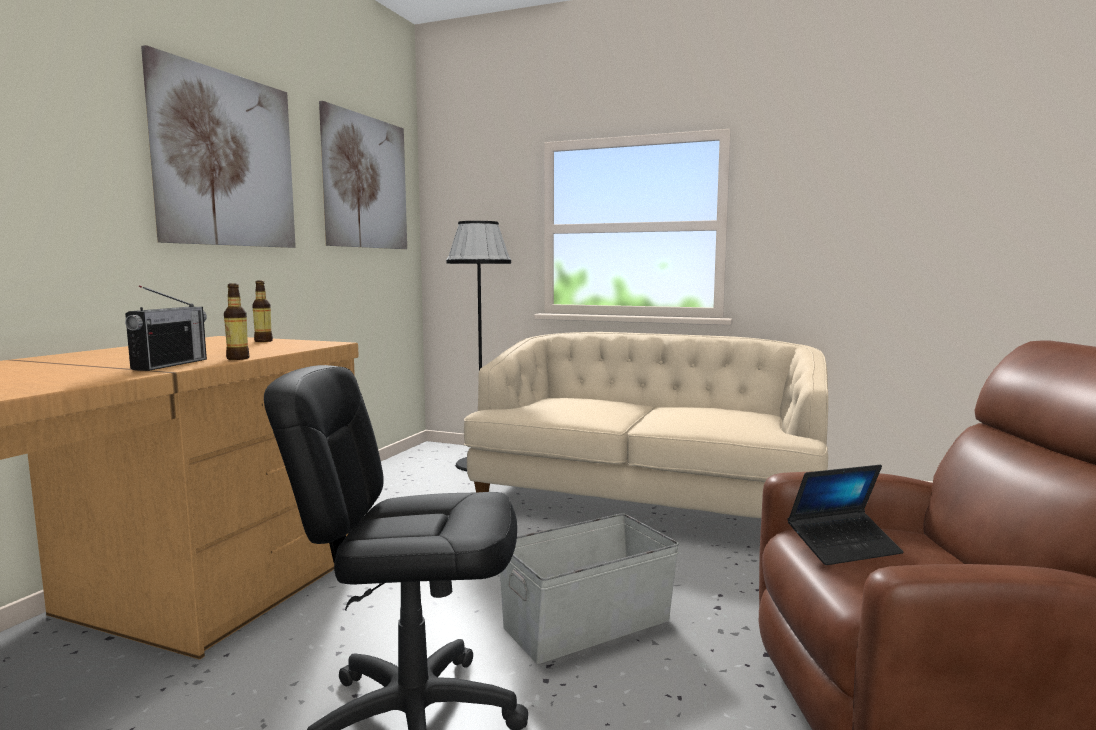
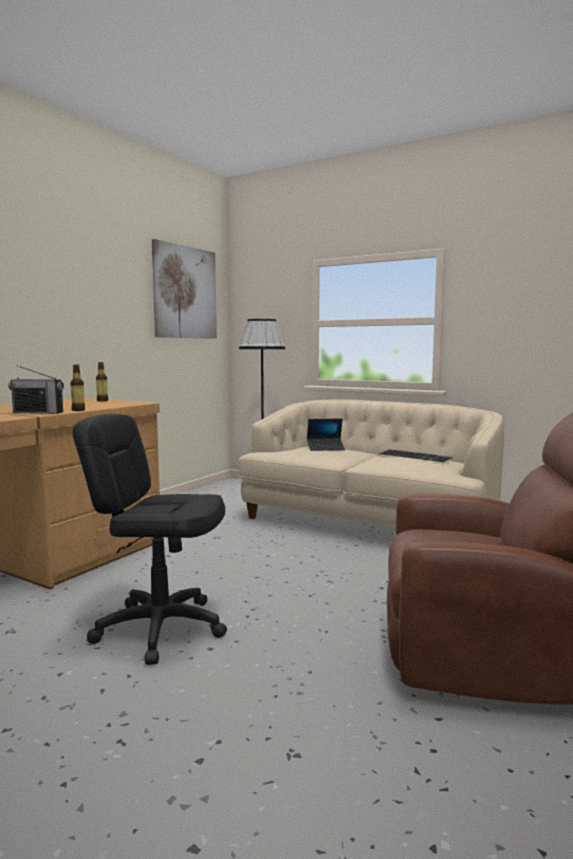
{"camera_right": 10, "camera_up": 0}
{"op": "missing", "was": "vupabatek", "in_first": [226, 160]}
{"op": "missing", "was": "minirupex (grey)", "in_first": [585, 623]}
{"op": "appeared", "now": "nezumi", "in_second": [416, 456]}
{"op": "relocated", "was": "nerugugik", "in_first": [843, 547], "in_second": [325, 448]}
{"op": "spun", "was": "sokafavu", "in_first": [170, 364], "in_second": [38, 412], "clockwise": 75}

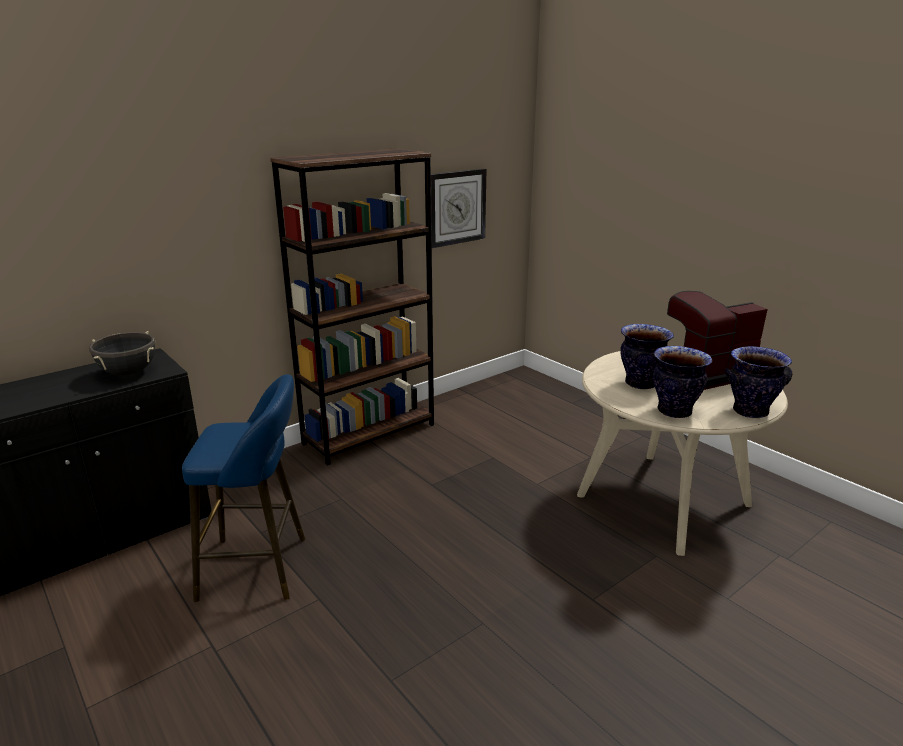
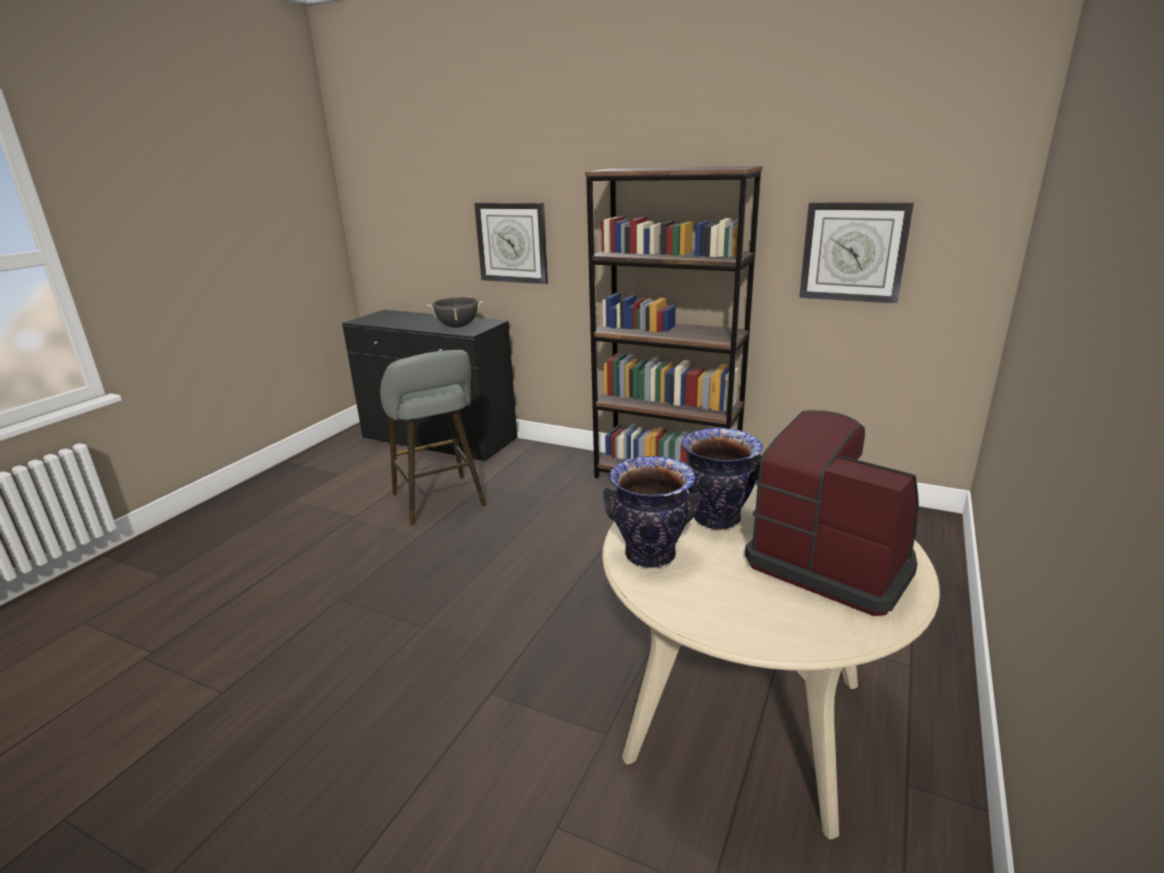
{"camera_right": 65, "camera_up": 0}
{"op": "missing", "was": "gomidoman", "in_first": [750, 411]}
{"op": "appeared", "now": "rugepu", "in_second": [512, 242]}
{"op": "colour", "was": "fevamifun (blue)", "now": "fevamifun (grey)", "in_first": [260, 567], "in_second": [440, 502]}

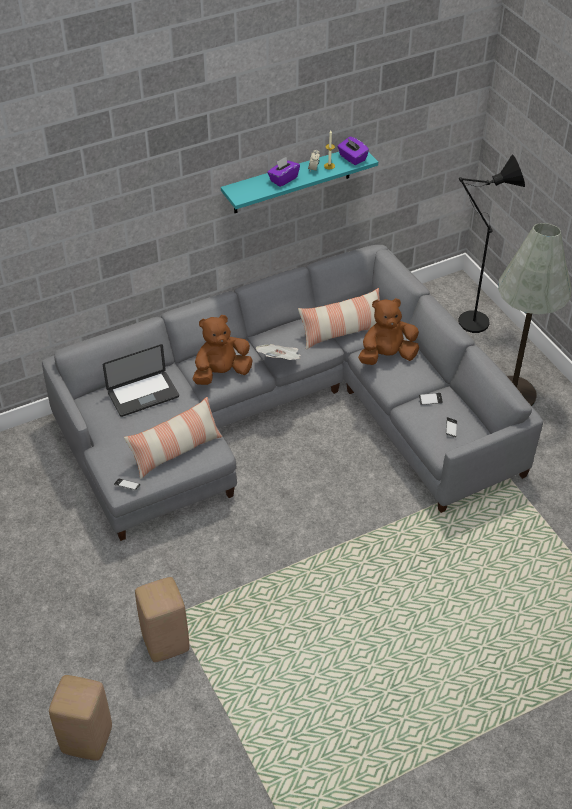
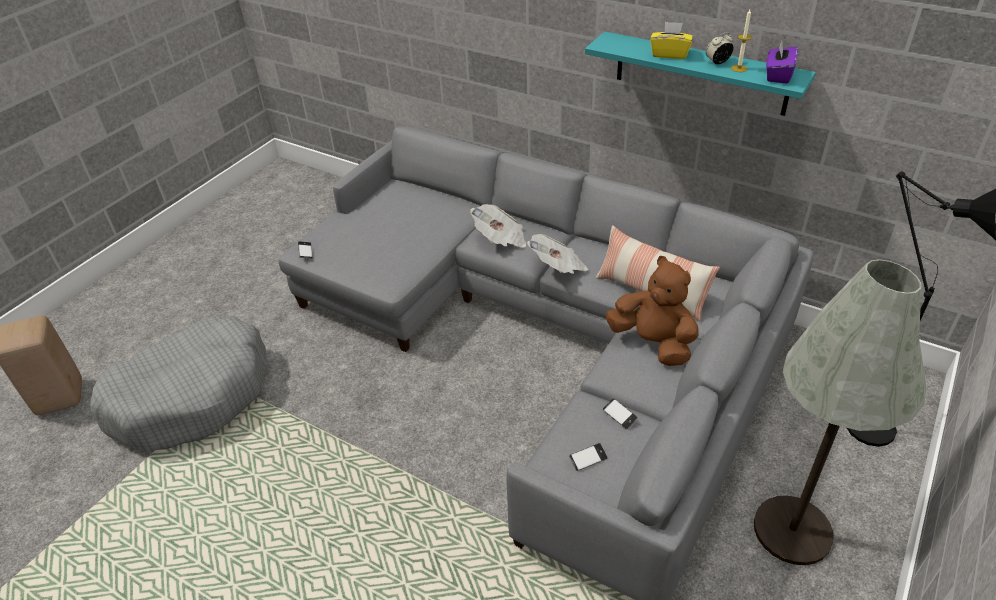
{"camera_right": 60, "camera_up": -5}
{"op": "missing", "was": "nerugugik", "in_first": [143, 395]}
{"op": "missing", "was": "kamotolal", "in_first": [176, 451]}
{"op": "exchanged", "was": "fevamifun (beige)", "now": "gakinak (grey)", "in_first": [167, 643], "in_second": [192, 395]}
{"op": "exchanged", "was": "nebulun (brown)", "now": "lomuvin", "in_first": [221, 373], "in_second": [500, 239]}
{"op": "colour", "was": "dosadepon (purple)", "now": "dosadepon (yellow)", "in_first": [283, 179], "in_second": [669, 54]}

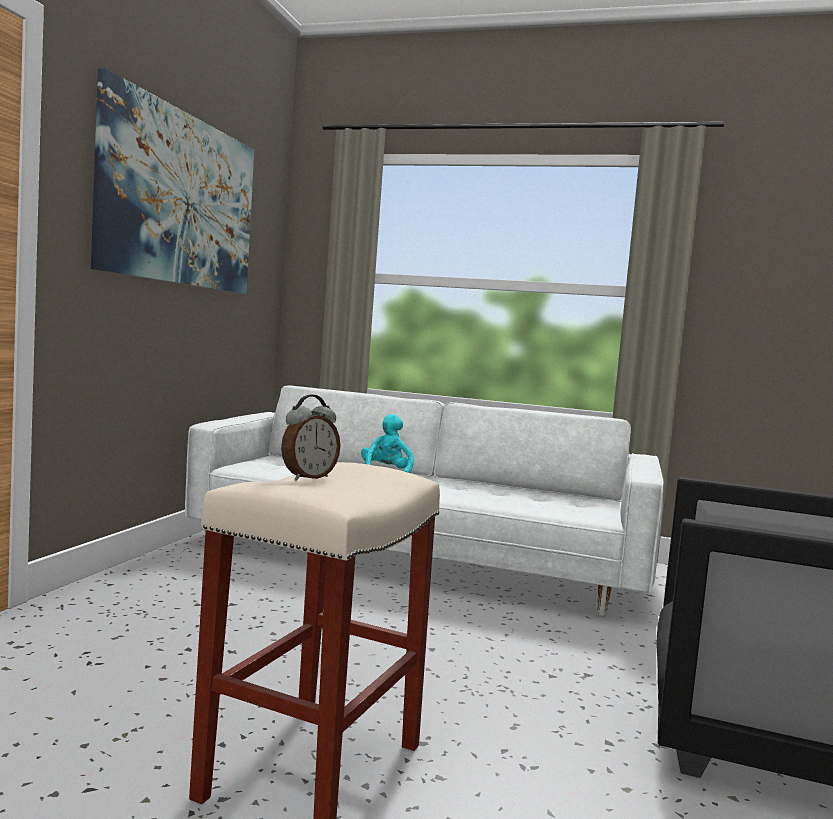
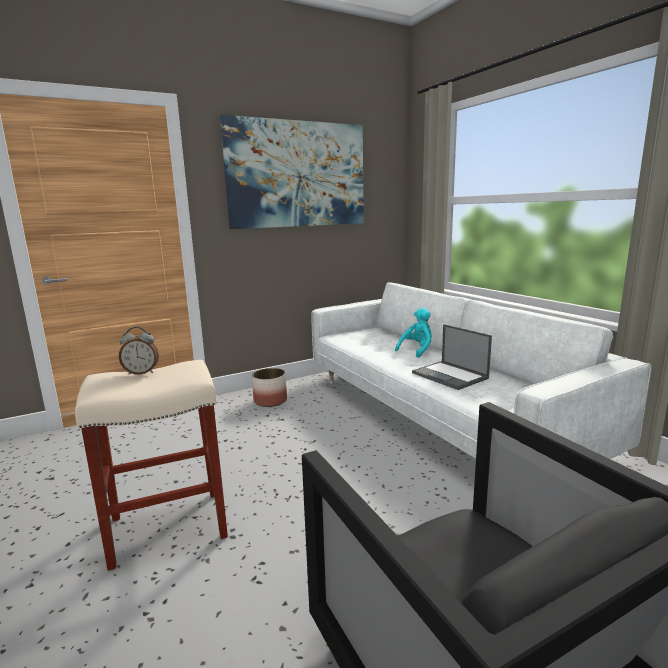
{"camera_right": 45, "camera_up": 10}
{"op": "appeared", "now": "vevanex", "in_second": [270, 401]}
{"op": "appeared", "now": "nerugugik", "in_second": [450, 376]}

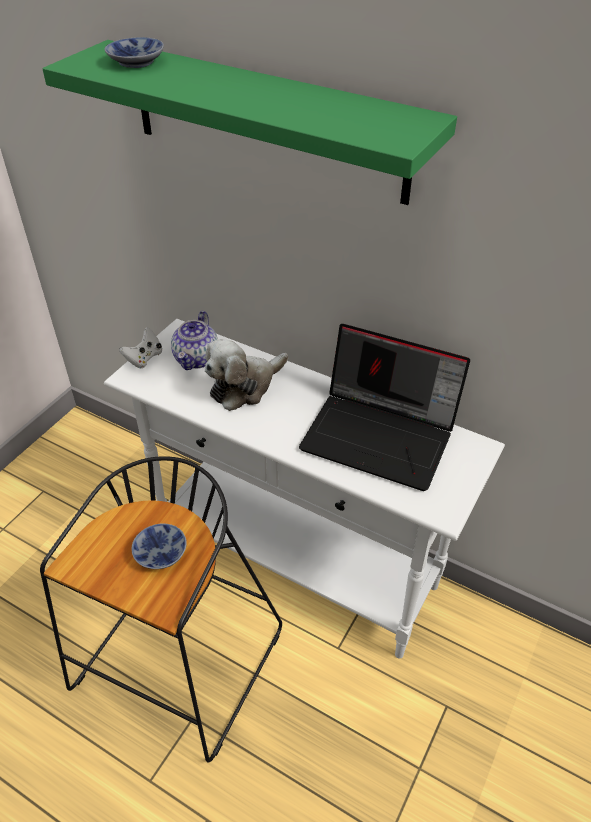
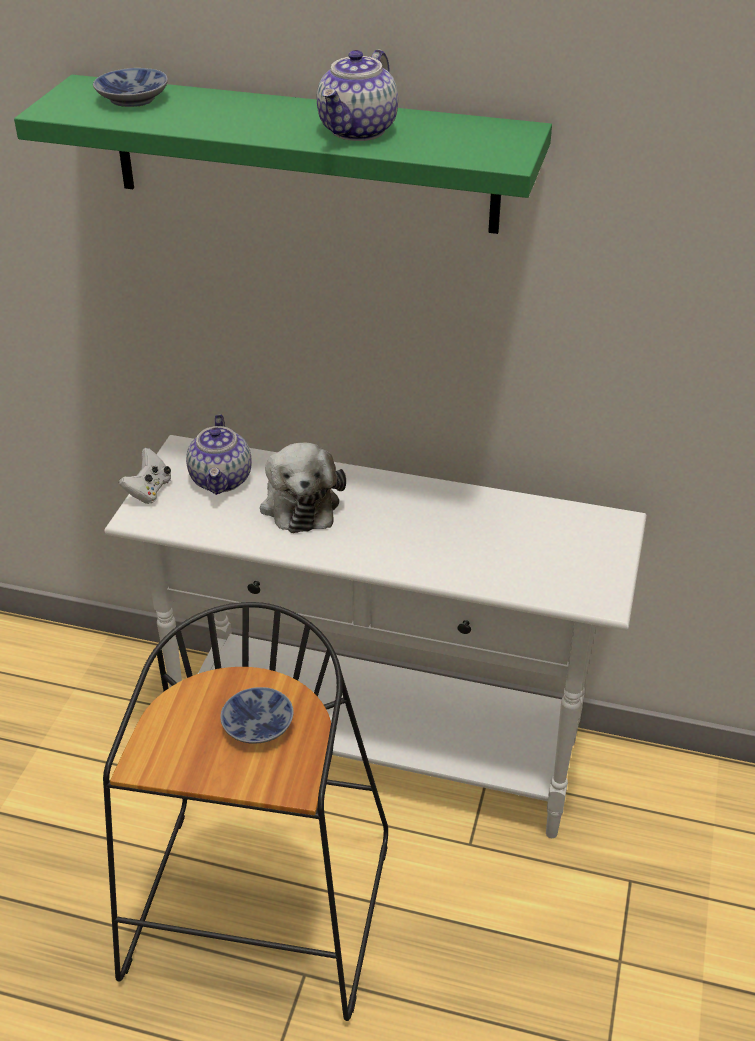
{"camera_right": -15, "camera_up": -5}
{"op": "missing", "was": "nerugugik", "in_first": [381, 435]}
{"op": "appeared", "now": "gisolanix", "in_second": [358, 131]}
{"op": "spun", "was": "nebulun", "in_first": [244, 386], "in_second": [300, 502], "clockwise": -45}

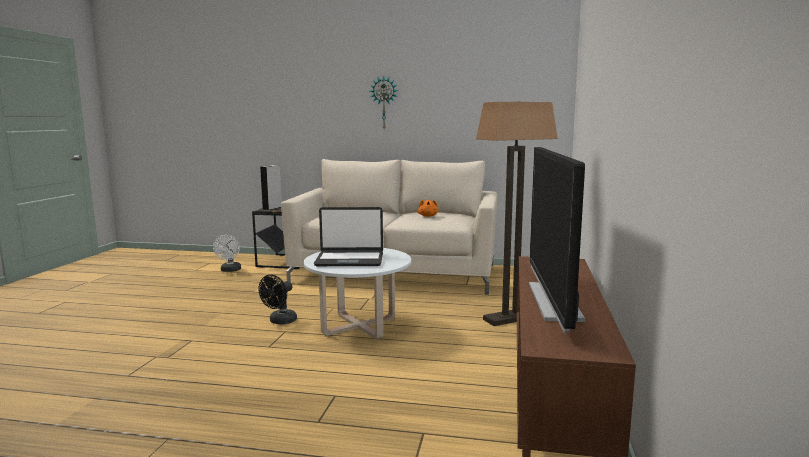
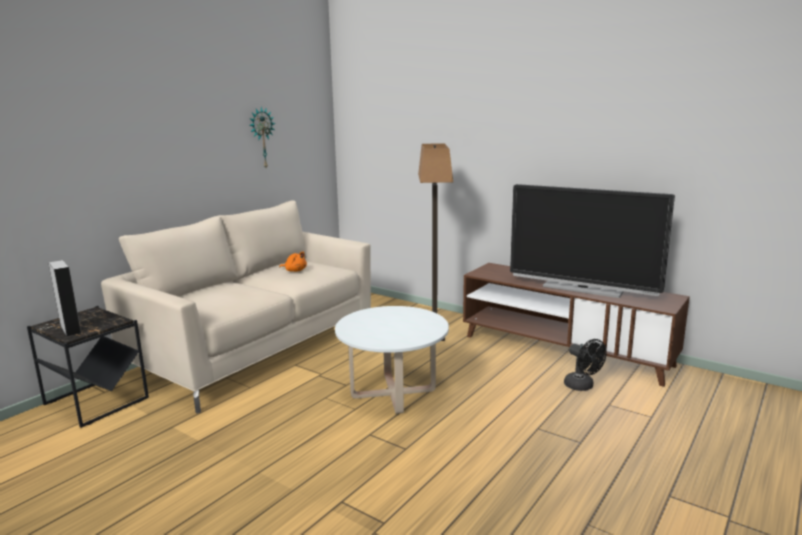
{"camera_right": -65, "camera_up": 5}
{"op": "missing", "was": "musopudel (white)", "in_first": [230, 270]}
{"op": "missing", "was": "nerugugik", "in_first": [349, 260]}
{"op": "relocated", "was": "musopudel (black)", "in_first": [280, 321], "in_second": [582, 386]}
{"op": "relocated", "was": "rugepu", "in_first": [384, 103], "in_second": [261, 138]}

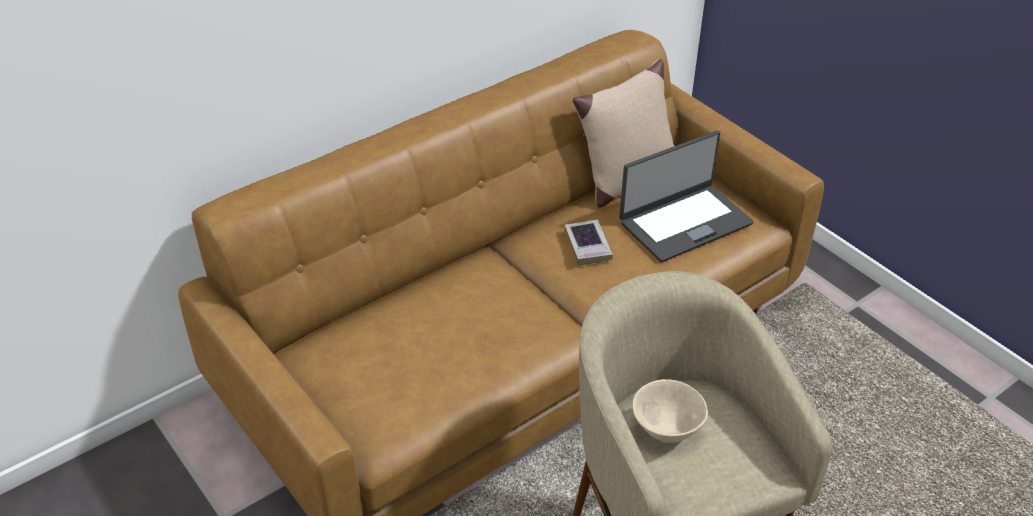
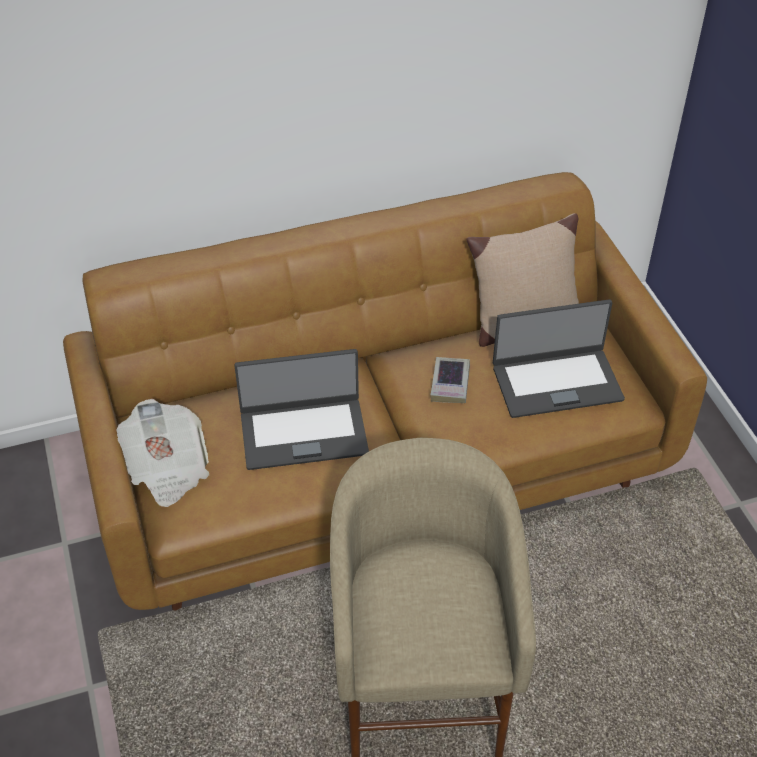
{"camera_right": 20, "camera_up": 5}
{"op": "missing", "was": "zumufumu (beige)", "in_first": [666, 427]}
{"op": "appeared", "now": "lomuvin", "in_second": [166, 469]}
{"op": "appeared", "now": "nerugugik", "in_second": [303, 432]}

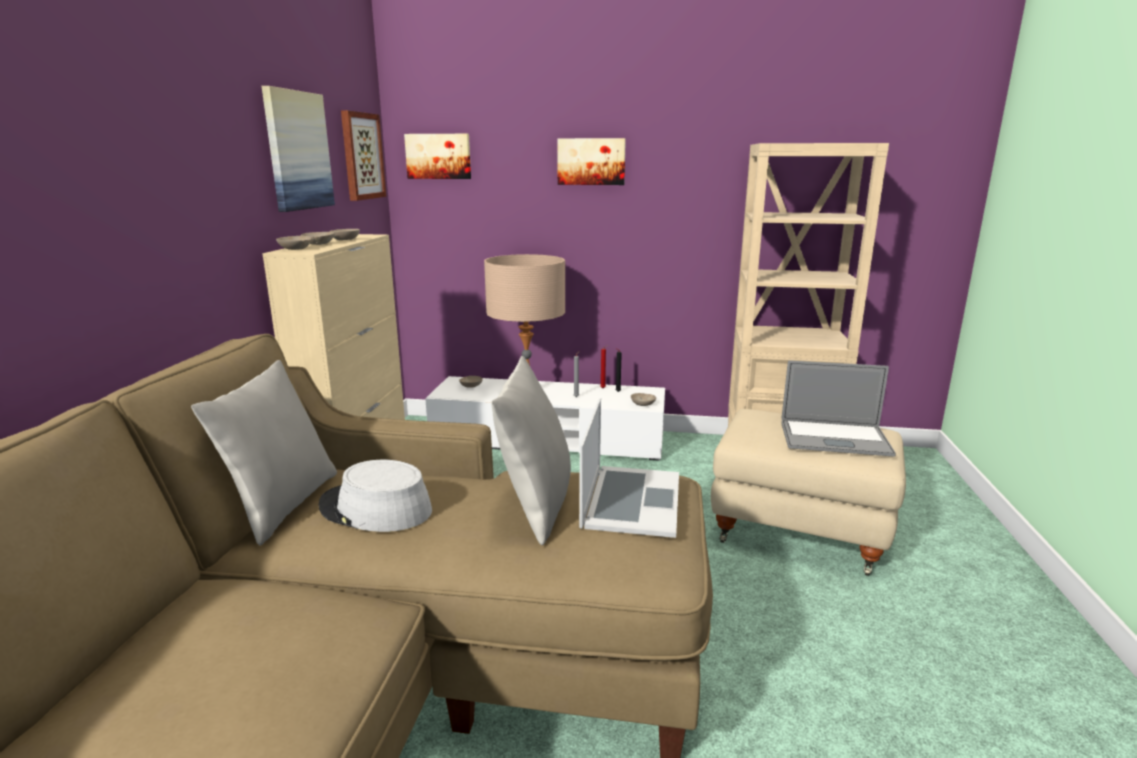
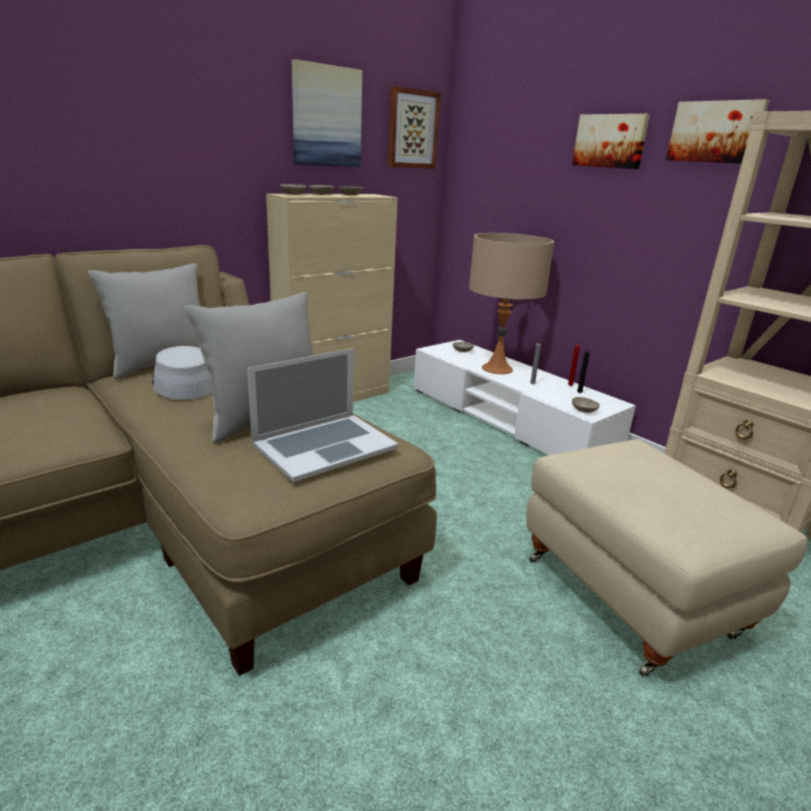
{"camera_right": 40, "camera_up": 5}
{"op": "missing", "was": "nerugugik", "in_first": [834, 438]}
{"op": "relocated", "was": "vupabatek", "in_first": [438, 156], "in_second": [716, 132]}

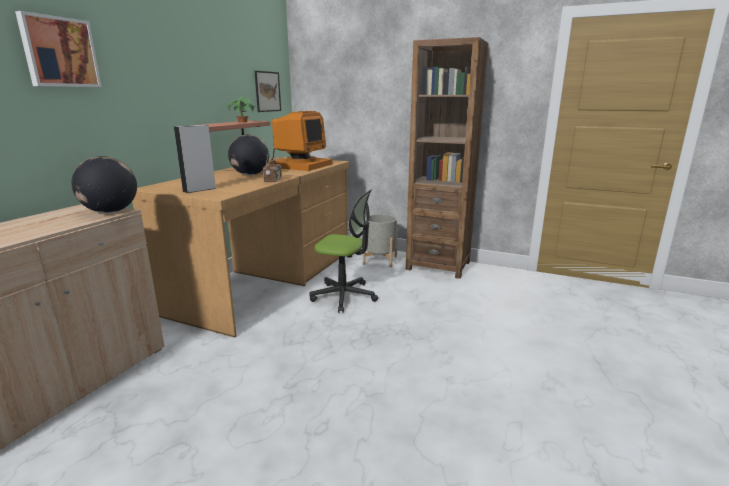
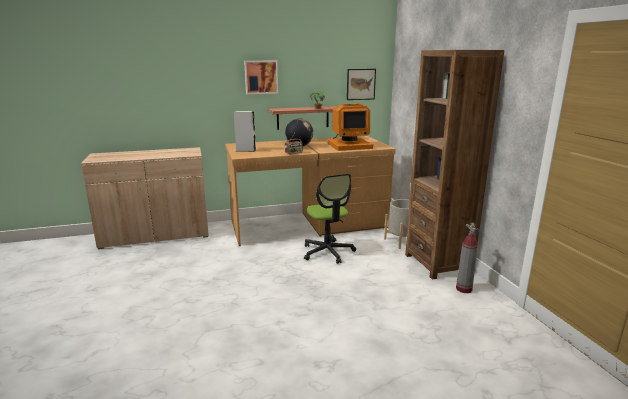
{"camera_right": 50, "camera_up": 0}
{"op": "missing", "was": "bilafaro", "in_first": [110, 211]}
{"op": "appeared", "now": "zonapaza", "in_second": [463, 289]}
{"op": "relocated", "was": "vupabatek", "in_first": [59, 52], "in_second": [261, 77]}

